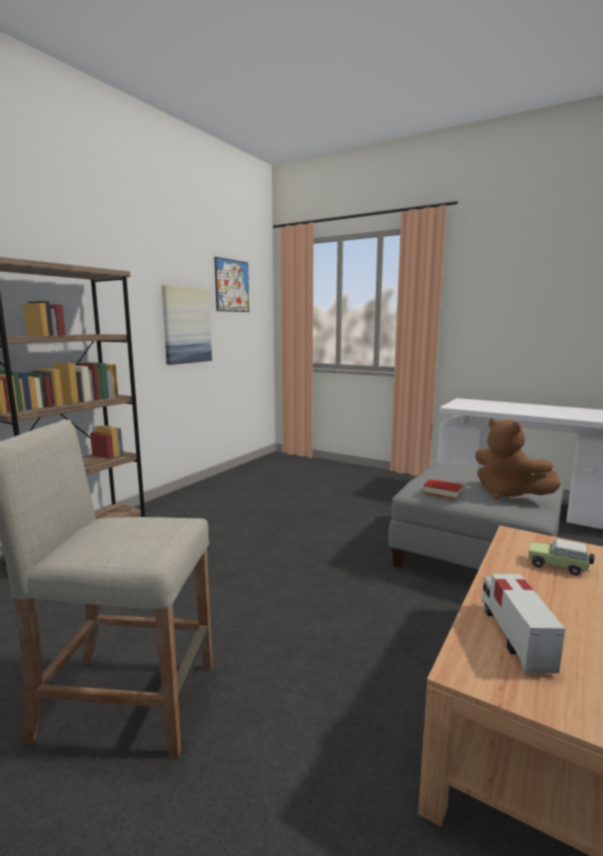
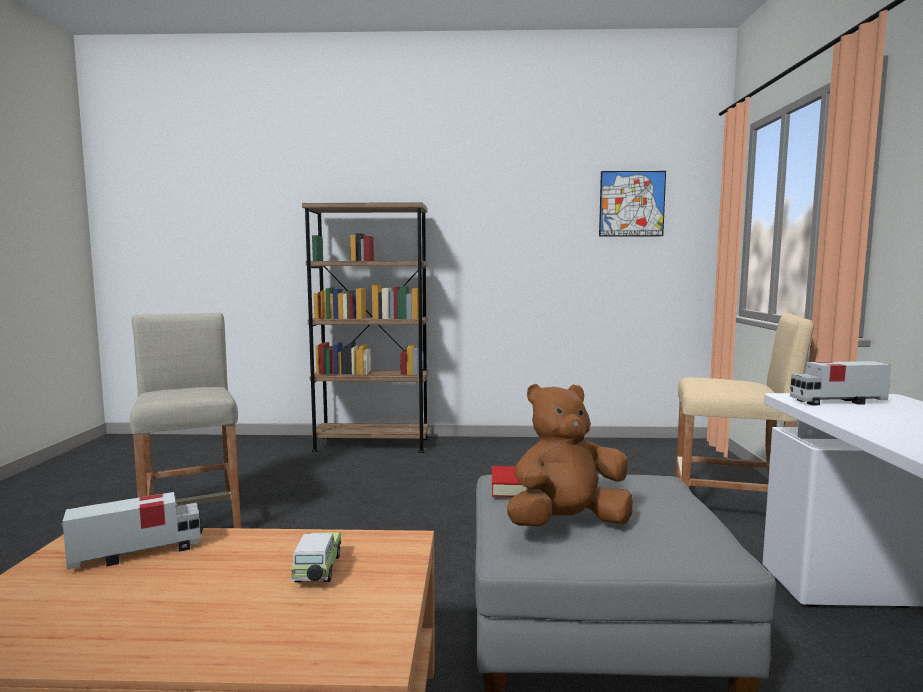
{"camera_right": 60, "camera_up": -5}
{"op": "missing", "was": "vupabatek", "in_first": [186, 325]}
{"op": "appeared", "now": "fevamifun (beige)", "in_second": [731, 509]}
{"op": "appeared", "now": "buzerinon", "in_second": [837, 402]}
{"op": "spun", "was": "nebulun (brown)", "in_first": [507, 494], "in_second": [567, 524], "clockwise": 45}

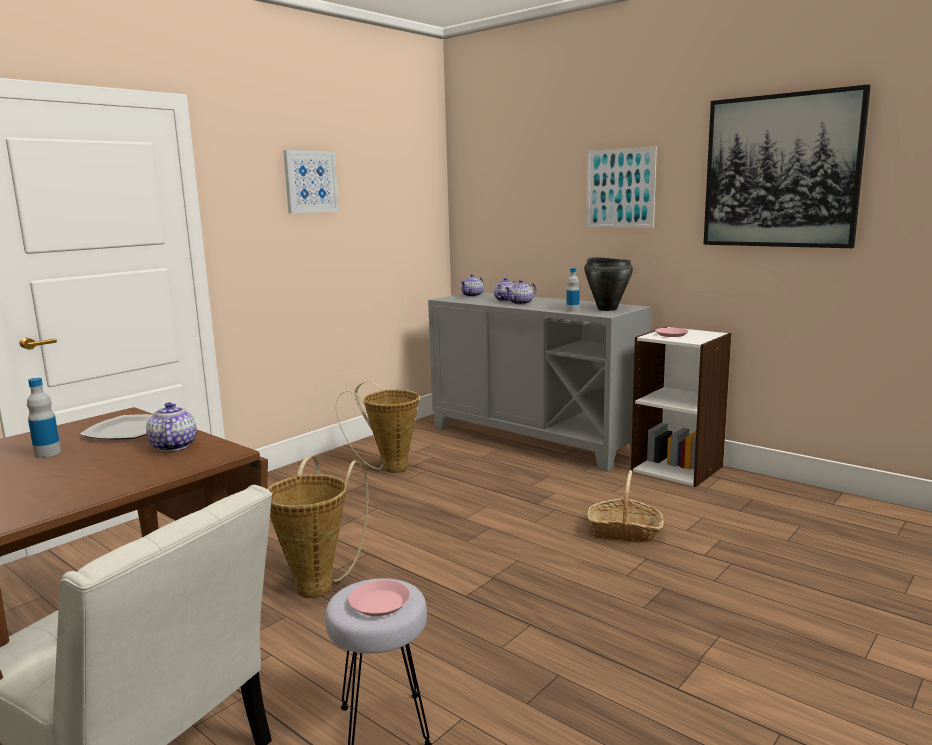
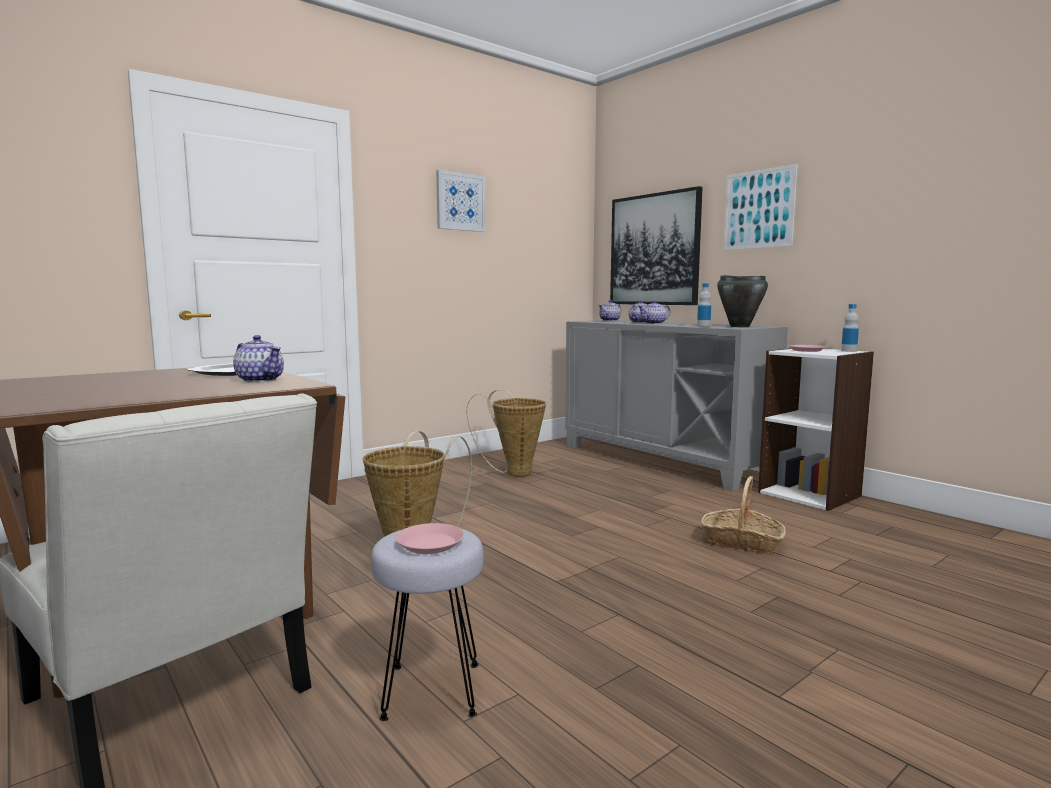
{"camera_right": 10, "camera_up": -5}
{"op": "relocated", "was": "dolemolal", "in_first": [47, 453], "in_second": [849, 351]}
{"op": "relocated", "was": "vupabatek", "in_first": [781, 171], "in_second": [654, 250]}
{"op": "spun", "was": "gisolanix", "in_first": [173, 446], "in_second": [260, 380], "clockwise": 135}

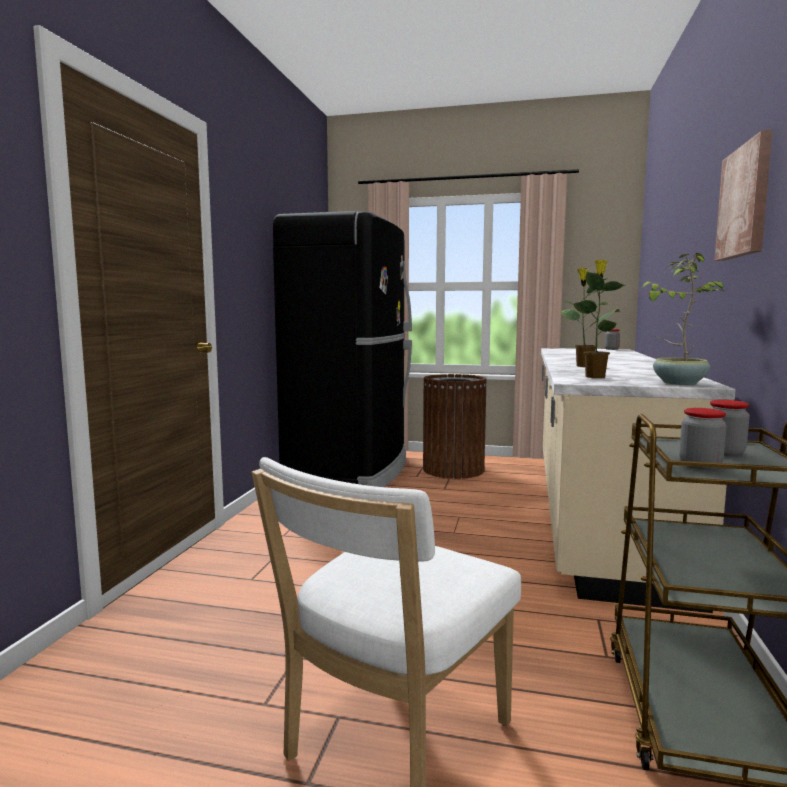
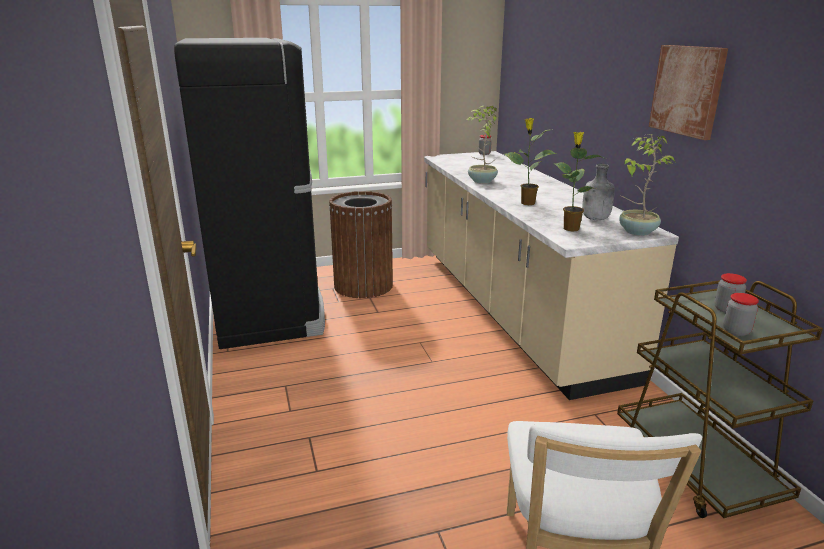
{"camera_right": -30, "camera_up": 15}
{"op": "appeared", "now": "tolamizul", "in_second": [481, 181]}
{"op": "appeared", "now": "dolemolal (grey)", "in_second": [596, 219]}

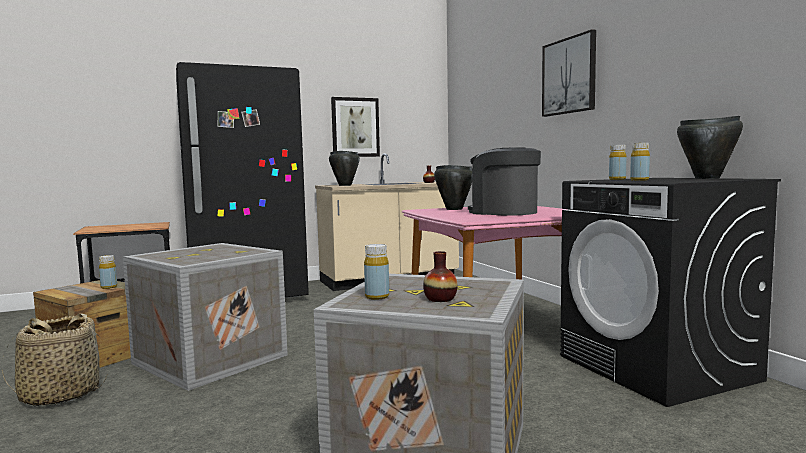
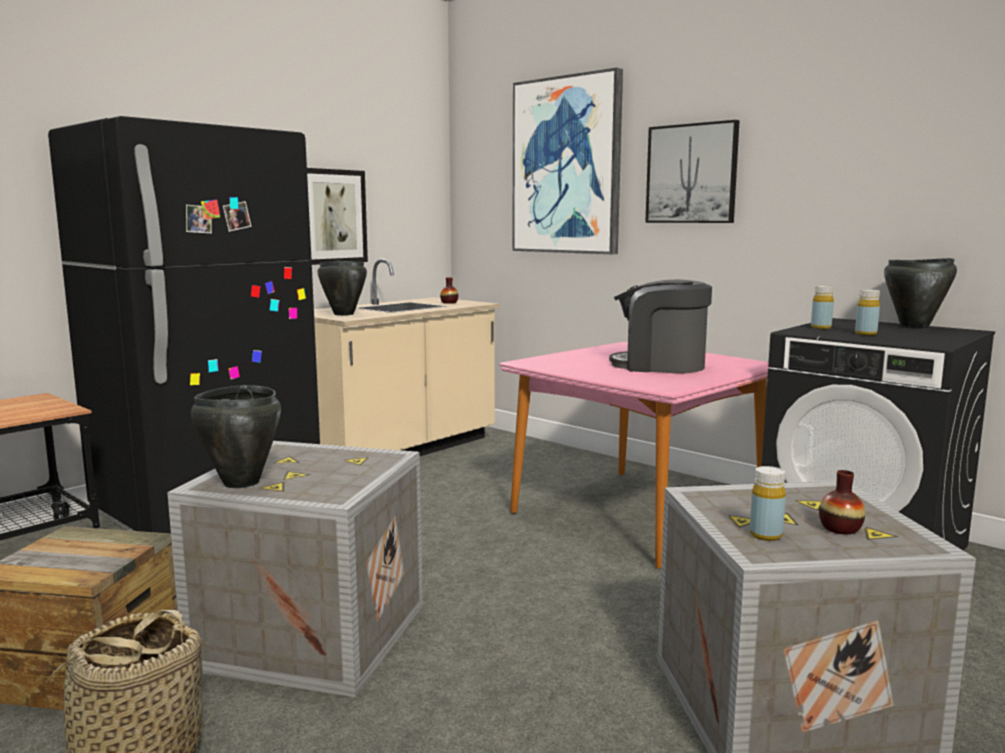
{"camera_right": -25, "camera_up": 5}
{"op": "missing", "was": "dolemolal (yellow)", "in_first": [109, 287]}
{"op": "appeared", "now": "vupabatek", "in_second": [567, 166]}
{"op": "relocated", "was": "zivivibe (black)", "in_first": [453, 209], "in_second": [240, 483]}

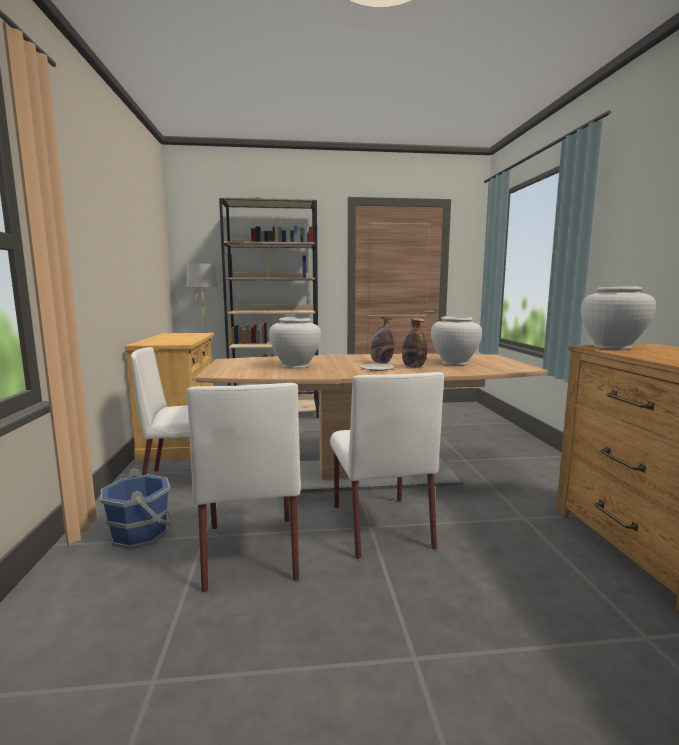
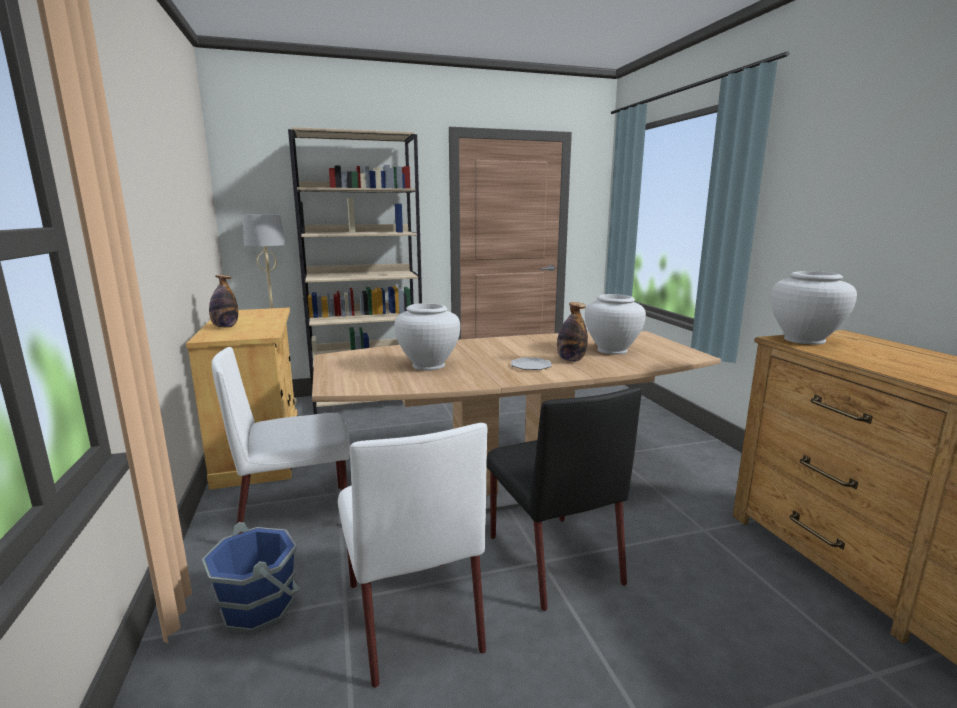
{"camera_right": -10, "camera_up": 5}
{"op": "relocated", "was": "dolemolal", "in_first": [381, 362], "in_second": [225, 327]}
{"op": "colour", "was": "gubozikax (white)", "now": "gubozikax (black)", "in_first": [380, 525], "in_second": [552, 557]}

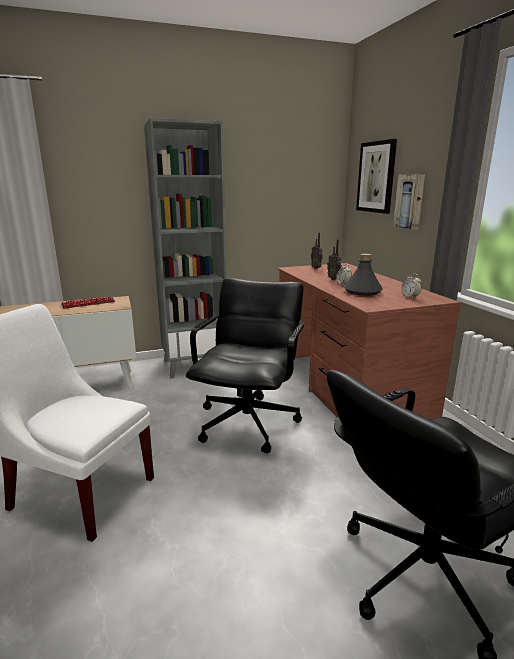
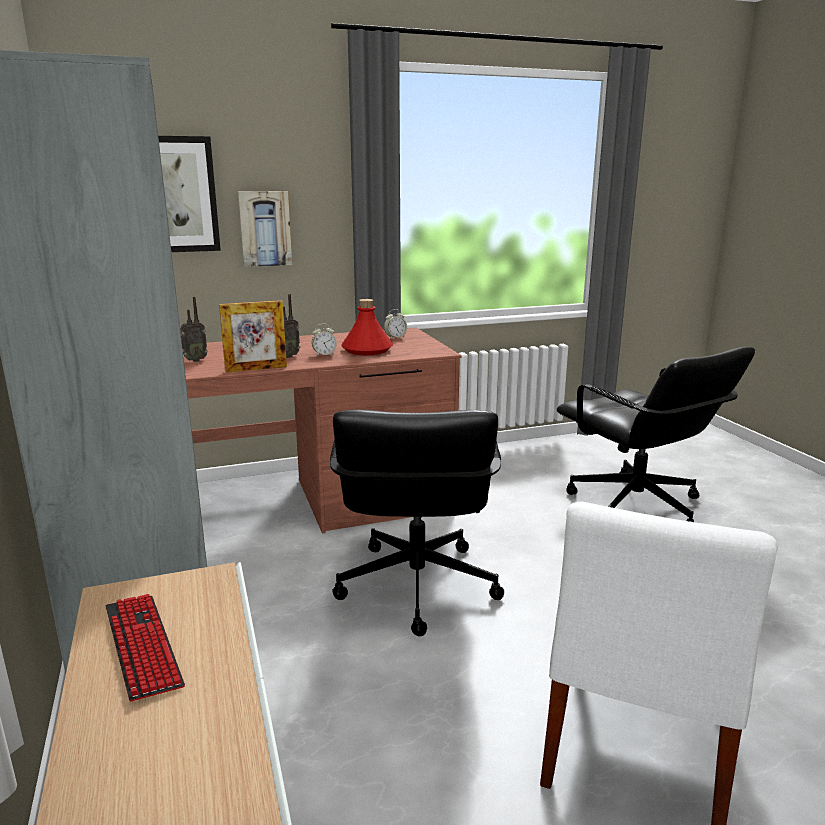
{"camera_right": -90, "camera_up": 0}
{"op": "appeared", "now": "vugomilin", "in_second": [256, 369]}
{"op": "colour", "was": "dolemolal (grey)", "now": "dolemolal (red)", "in_first": [362, 291], "in_second": [367, 350]}
{"op": "spun", "was": "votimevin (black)", "in_first": [248, 423], "in_second": [415, 586], "clockwise": -105}

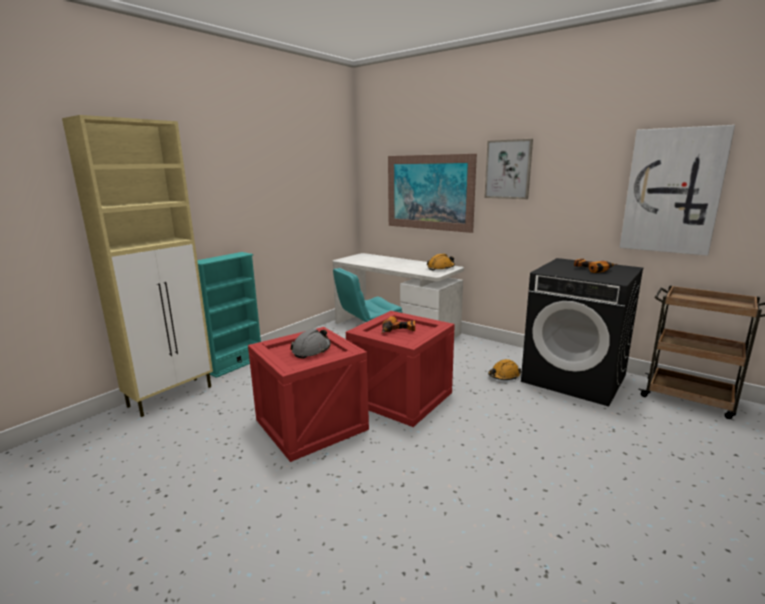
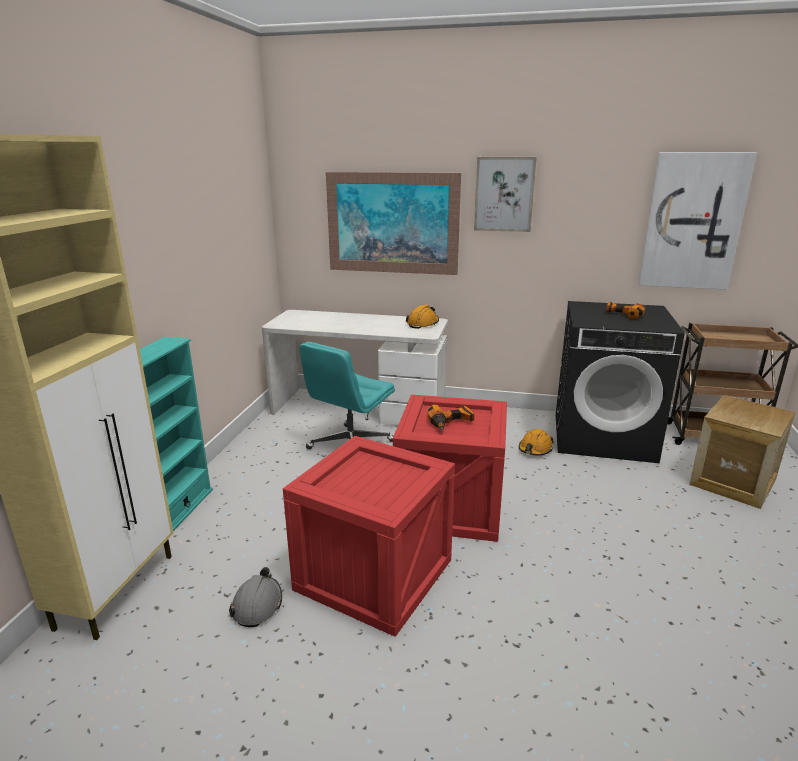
{"camera_right": -25, "camera_up": 5}
{"op": "appeared", "now": "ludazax", "in_second": [733, 482]}
{"op": "relocated", "was": "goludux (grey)", "in_first": [311, 350], "in_second": [257, 605]}

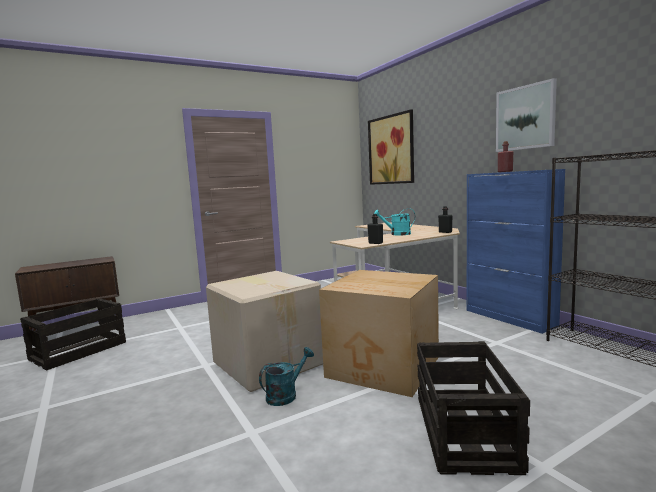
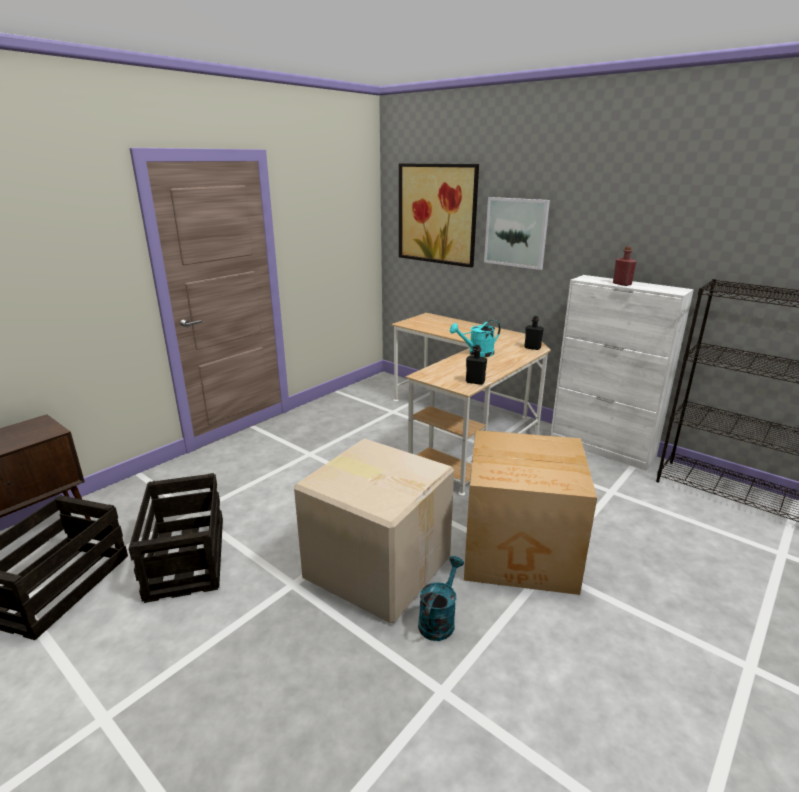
{"camera_right": -20, "camera_up": 15}
{"op": "relocated", "was": "ludazax", "in_first": [463, 431], "in_second": [186, 557]}
{"op": "relocated", "was": "vupabatek", "in_first": [525, 118], "in_second": [516, 232]}
{"op": "colour", "was": "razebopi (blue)", "now": "razebopi (white)", "in_first": [509, 318], "in_second": [601, 448]}

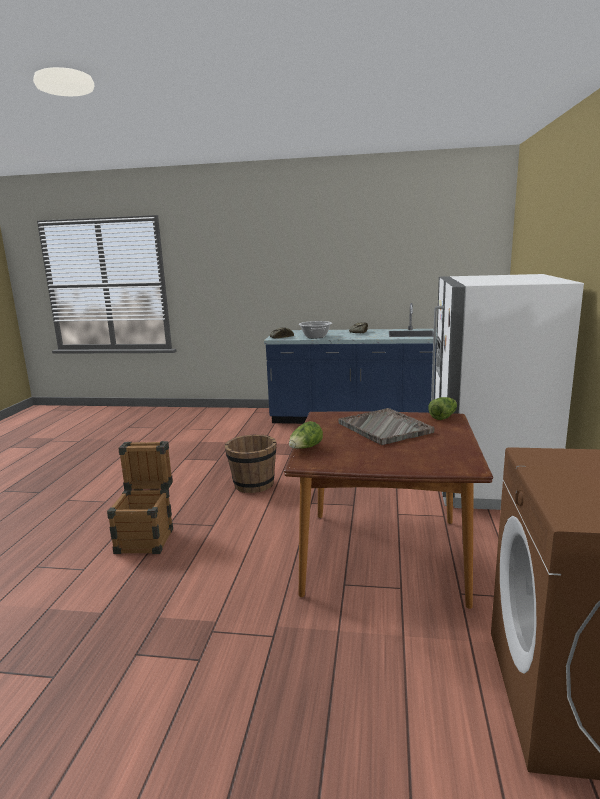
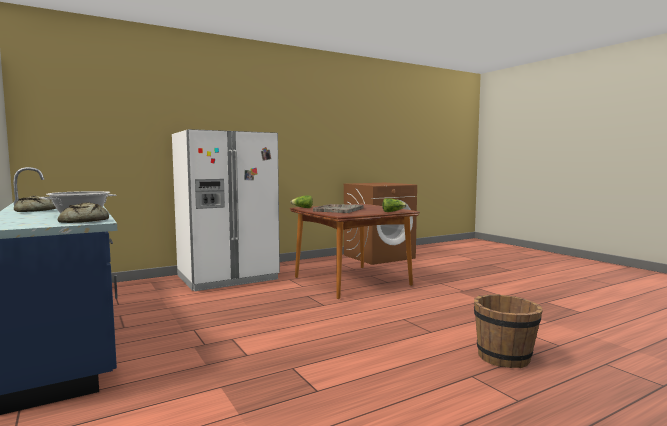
{"camera_right": -130, "camera_up": -10}
{"op": "missing", "was": "ludazax", "in_first": [147, 537]}
{"op": "relocated", "was": "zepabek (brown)", "in_first": [253, 485], "in_second": [504, 357]}

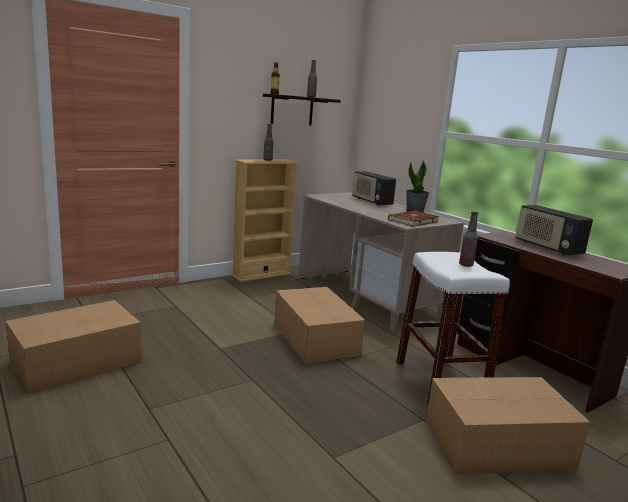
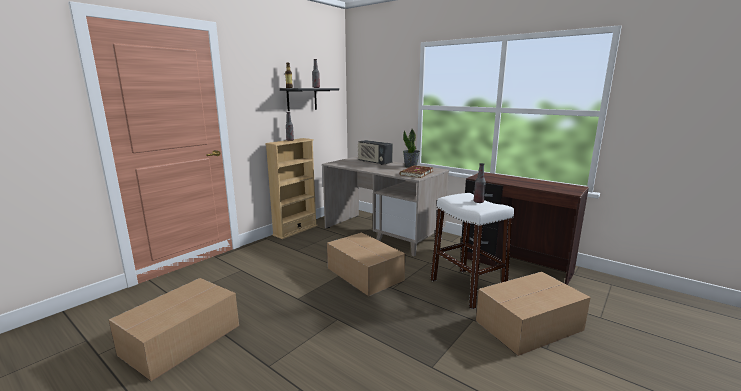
{"camera_right": -15, "camera_up": 0}
{"op": "missing", "was": "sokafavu", "in_first": [547, 248]}

